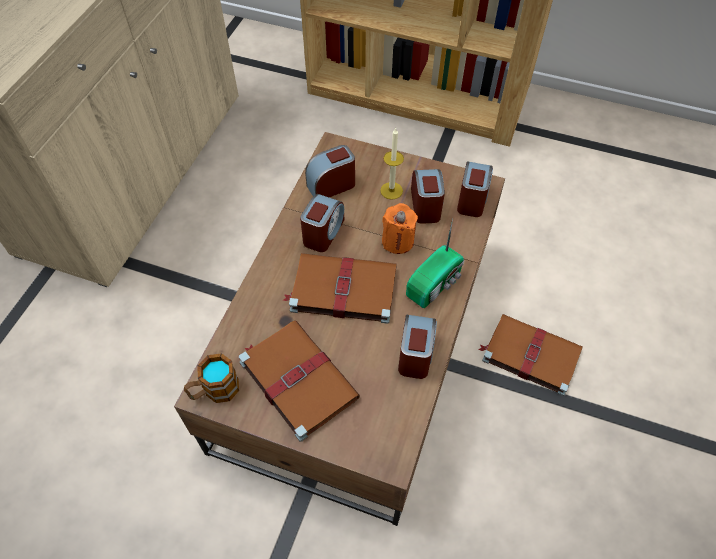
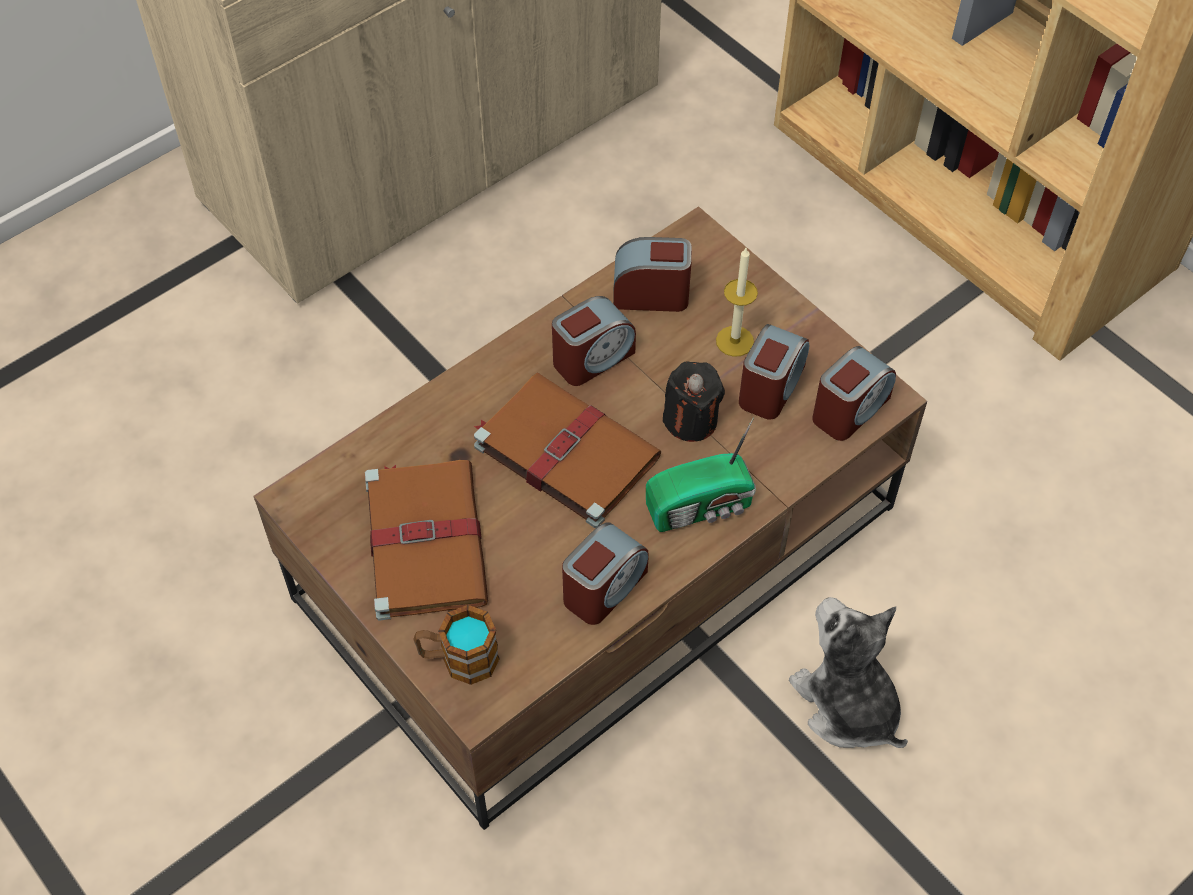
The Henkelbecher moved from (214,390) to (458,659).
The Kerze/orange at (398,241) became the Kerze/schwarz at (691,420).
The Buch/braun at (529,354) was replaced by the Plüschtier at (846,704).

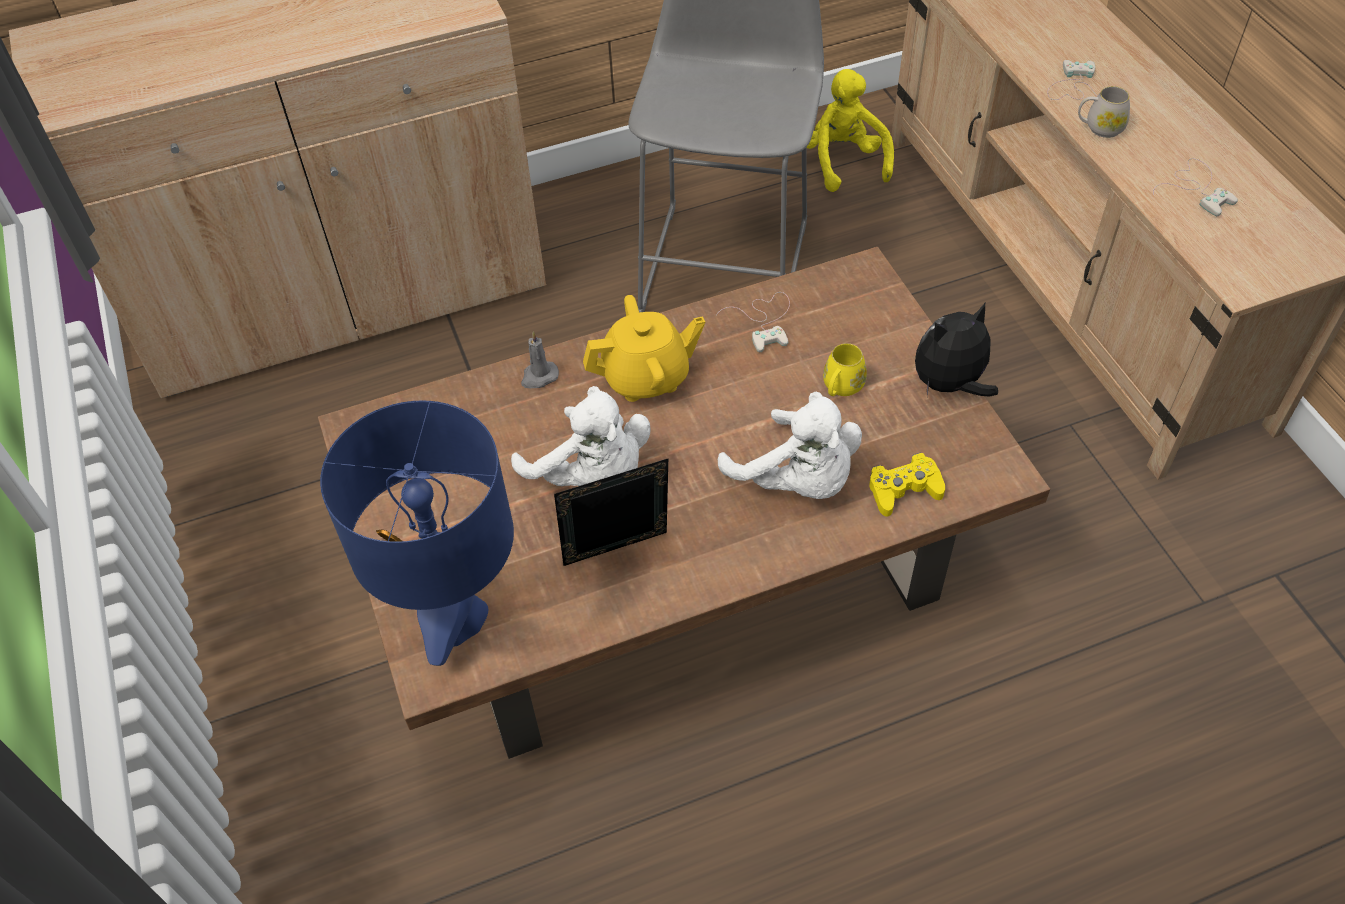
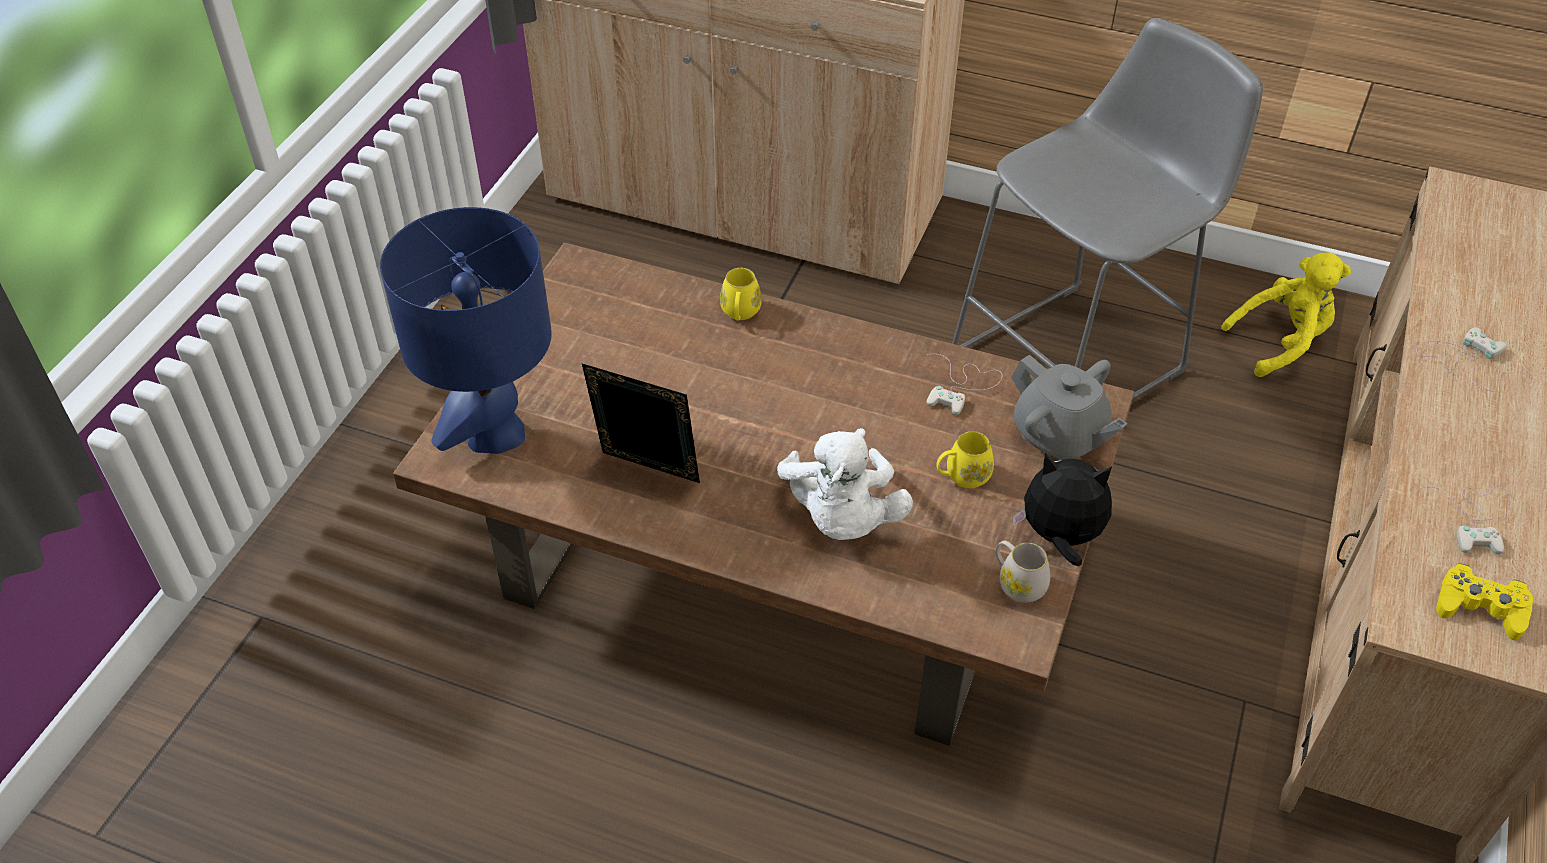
The Plüschtier/weiß at (592,475) disappeared.
The Kerze/grau at (539,377) was replaced by the Henkelbecher/gelb at (740,313).
The Teekanne/gelb at (646,377) disappeared.
The Plüschtier/gelb at (843,161) turned 45 degrees clockwise.
The Gamepad/gelb moved from (903,490) to (1479,607).
The Henkelbecher/weiß moved from (1099,128) to (1017,583).
The Teekanne/grau at (1059,436) appeared.

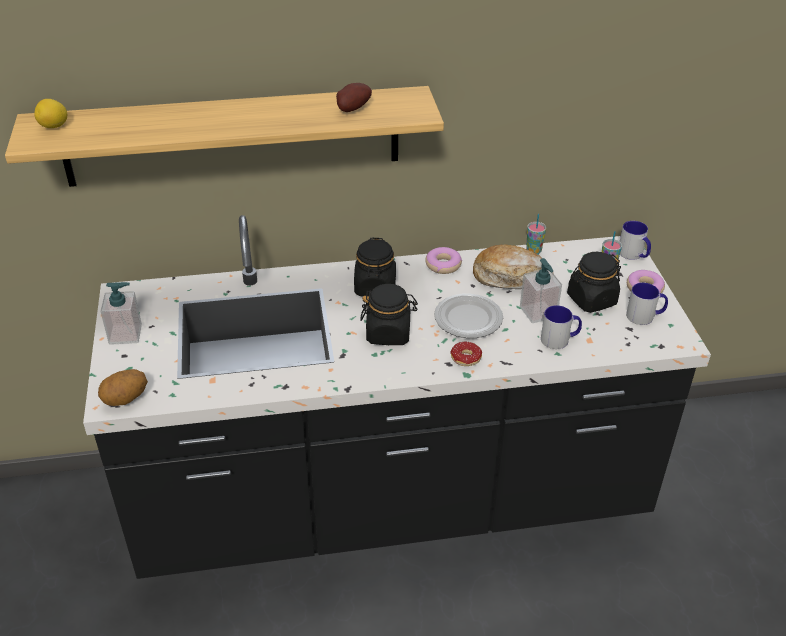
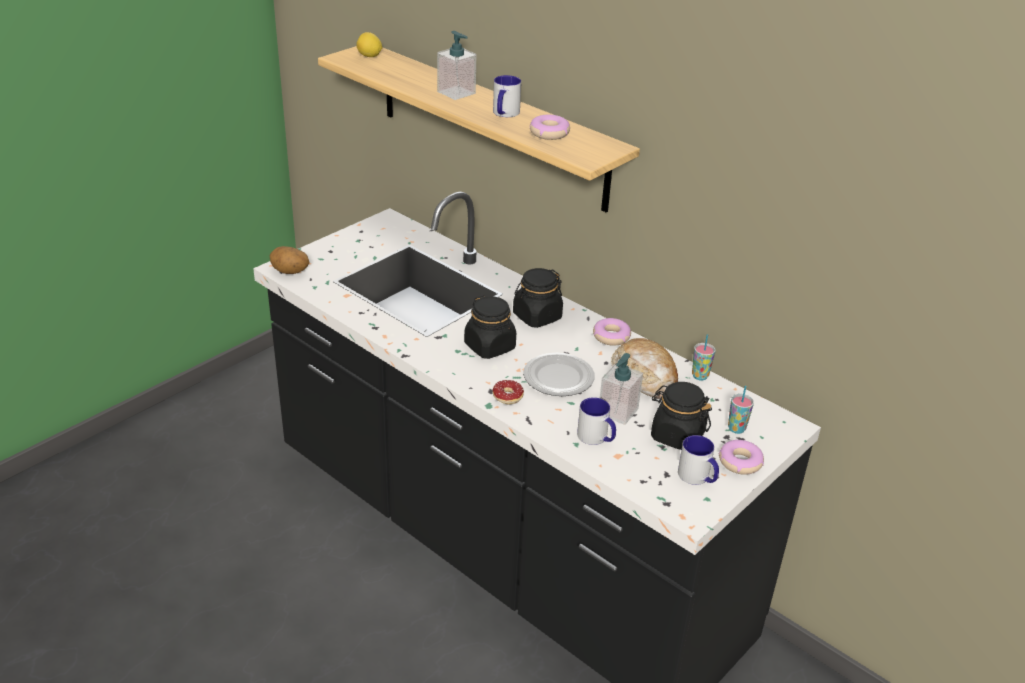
The Seifenspender moved from (125,334) to (456,92).
The Kartoffel at (352,109) was replaced by the Donut at (549,133).
The Henkelbecher moved from (634,255) to (504,114).

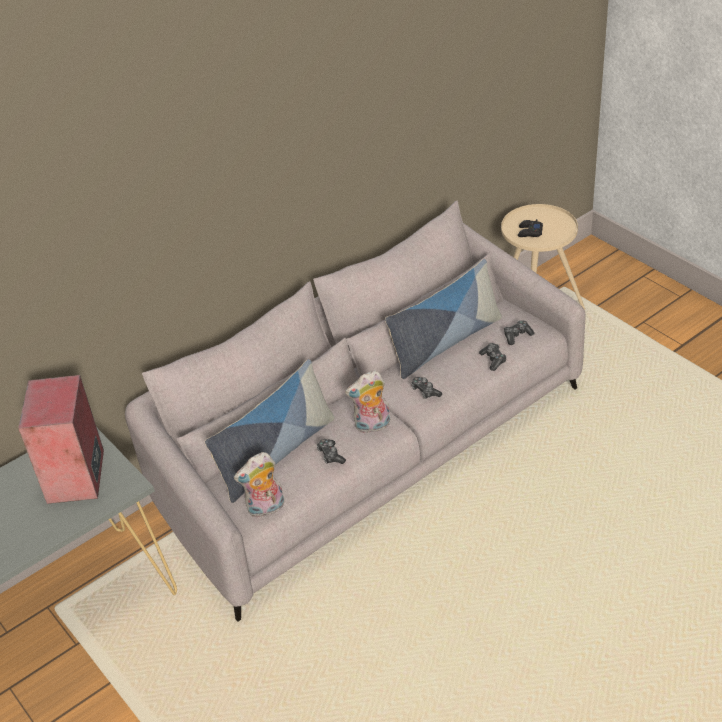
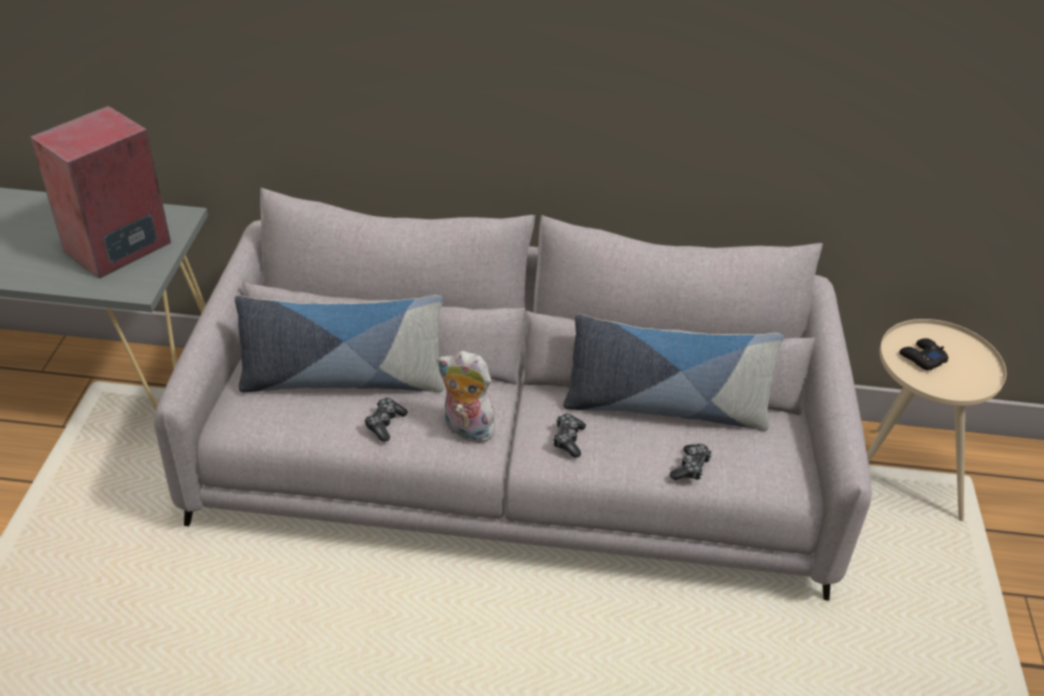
The Plüschtier at (265,509) disappeared.
The Gamepad at (517,336) disappeared.

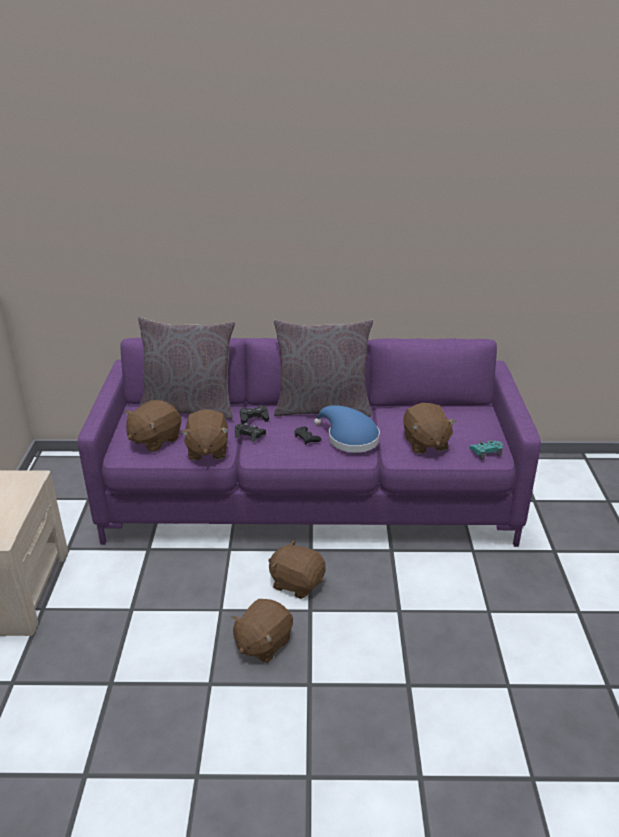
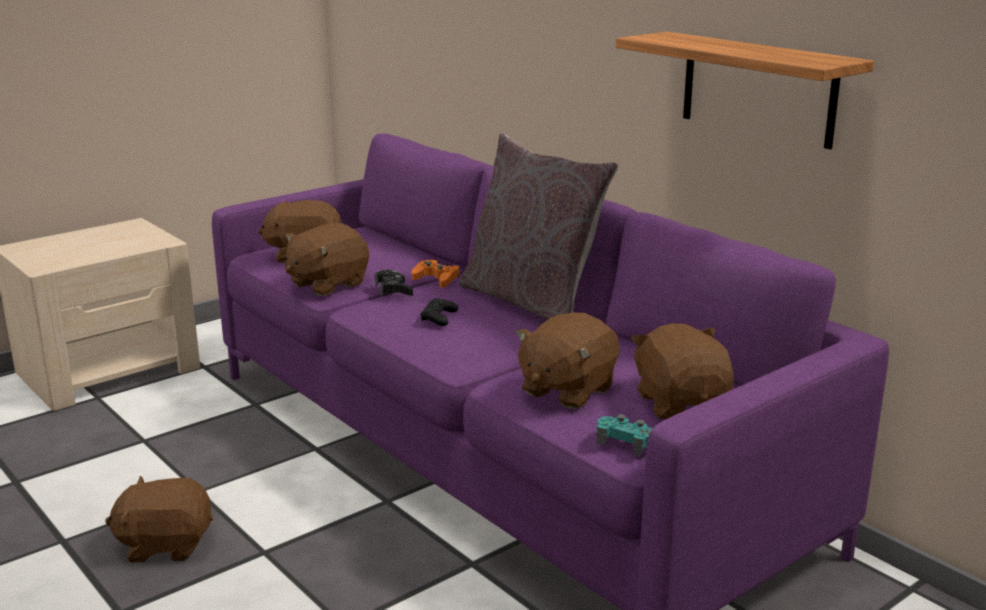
The Kissen/grau at (189,407) disappeared.
The Gamepad/schwarz at (254,418) became the Gamepad/orange at (436,279).
The Plüschtier/braun moved from (297,583) to (681,403).
The Hut/blau at (349,438) disappeared.
The Wandregal at (757,89) appeared.

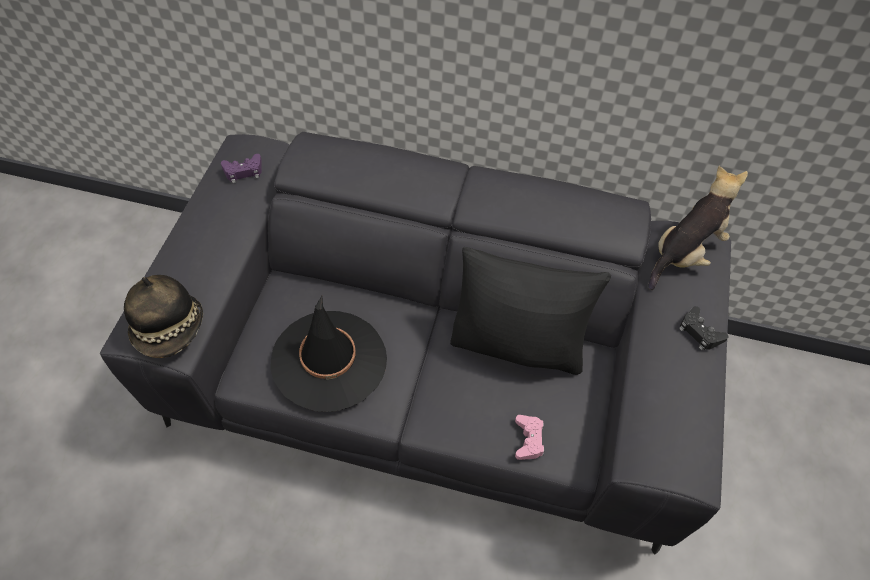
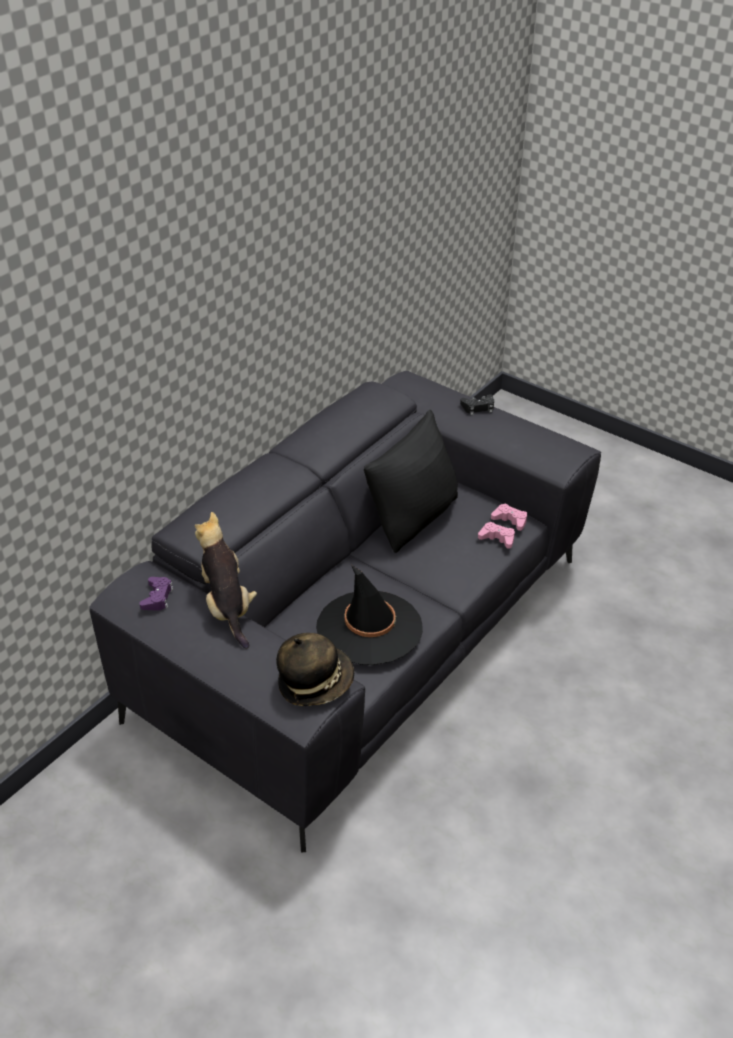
The Plüschtier moved from (685,253) to (227,606).
The Gamepad/rosa at (510,520) appeared.

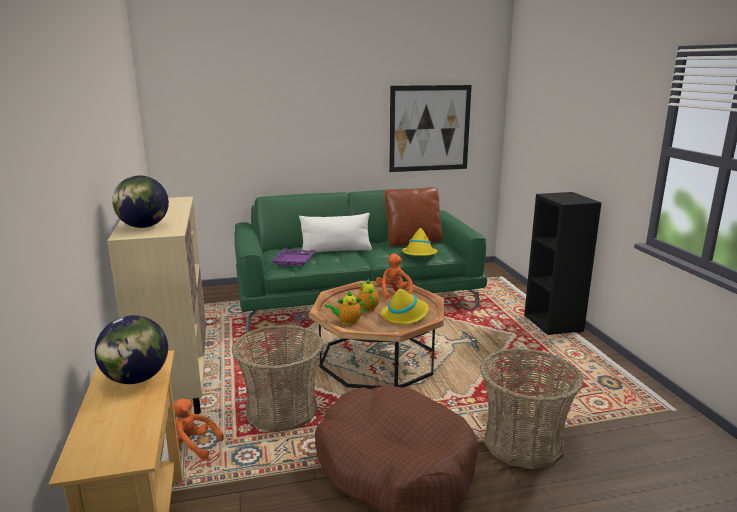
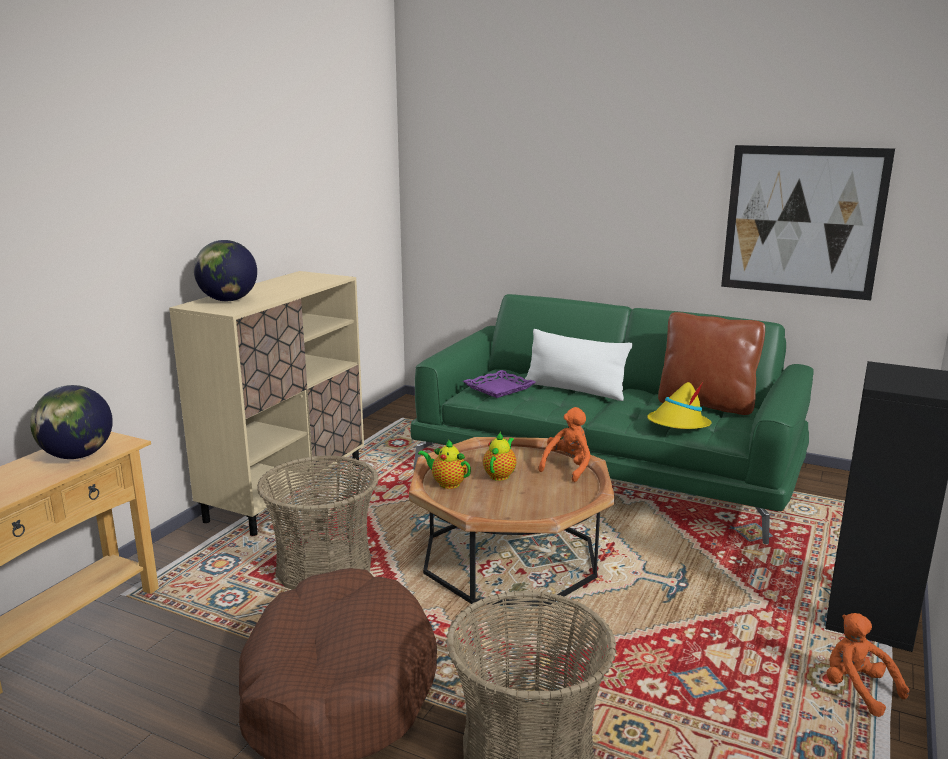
The Plüschtier/orange moved from (193,447) to (857,689).
The Hut/gelb at (405,315) disappeared.

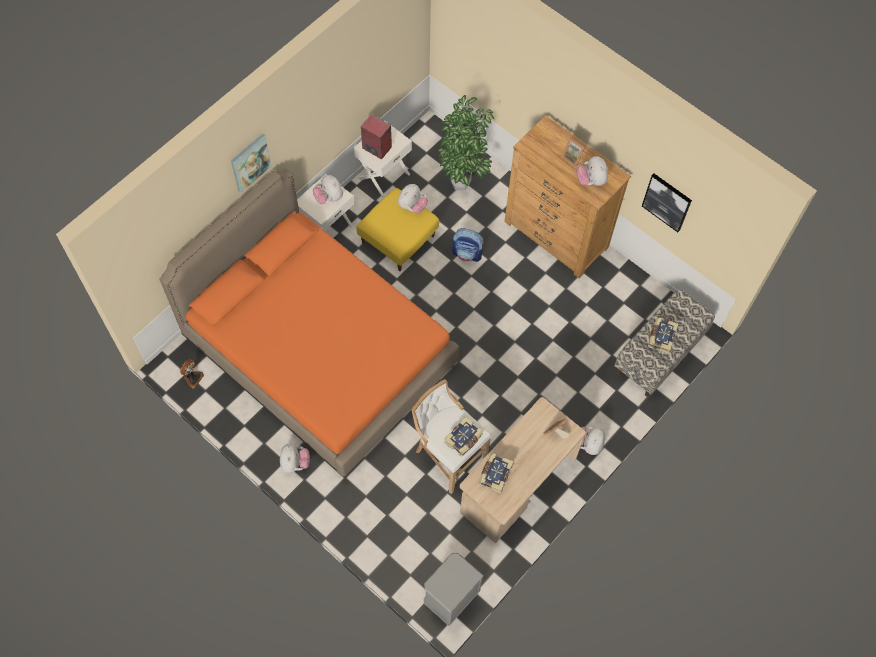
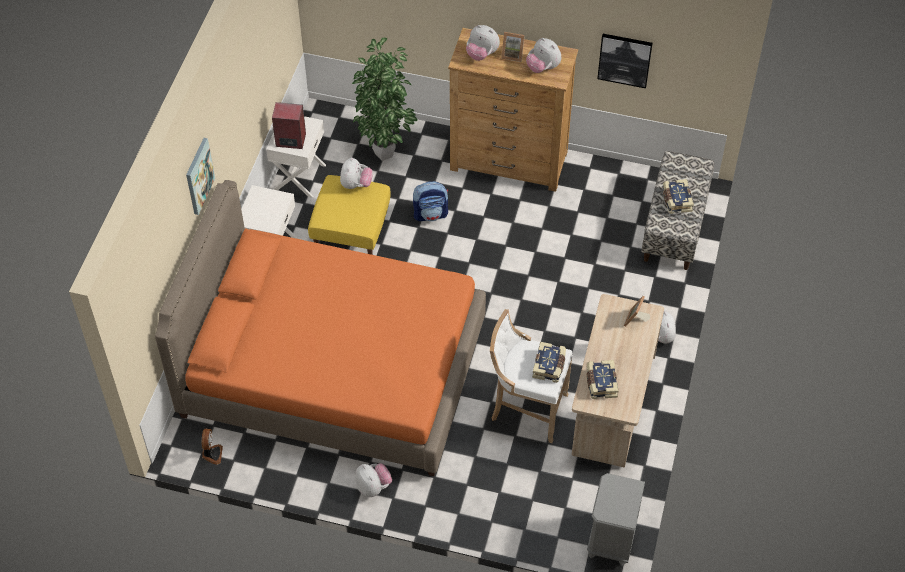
The Plüschtier moved from (329,197) to (482,54).

